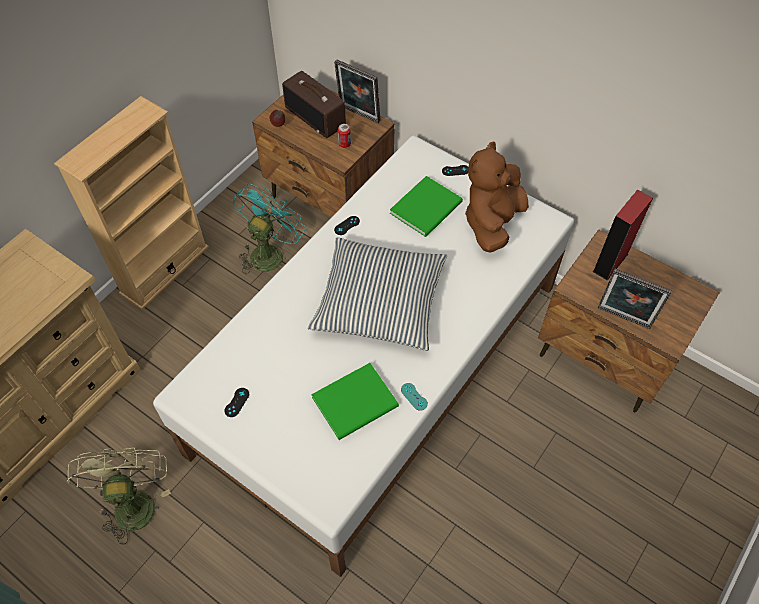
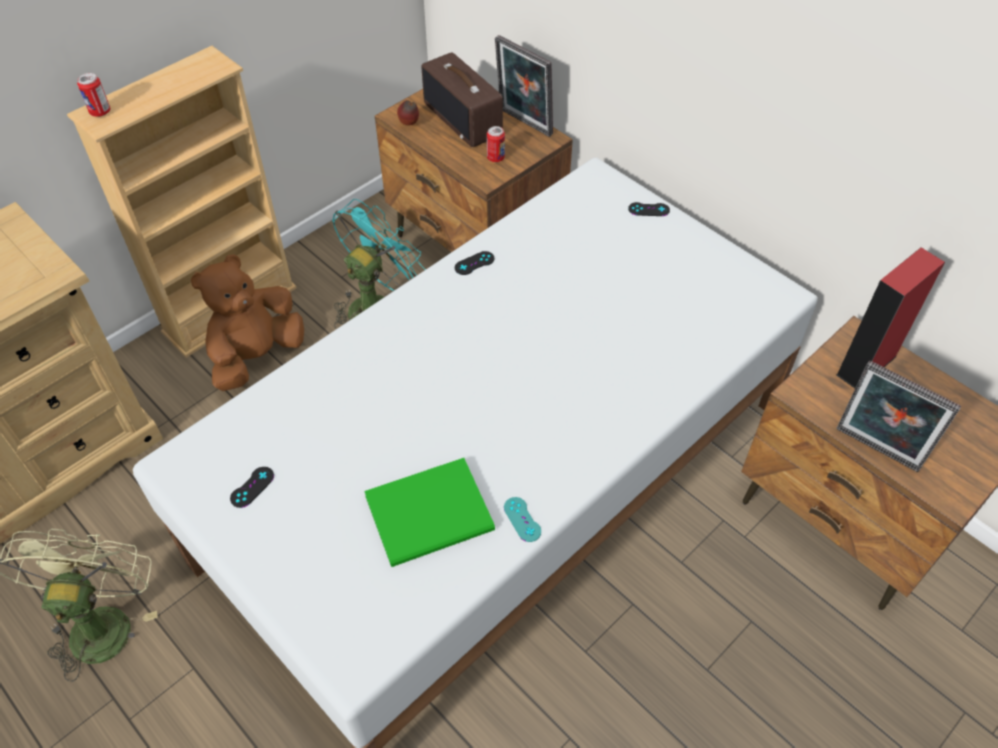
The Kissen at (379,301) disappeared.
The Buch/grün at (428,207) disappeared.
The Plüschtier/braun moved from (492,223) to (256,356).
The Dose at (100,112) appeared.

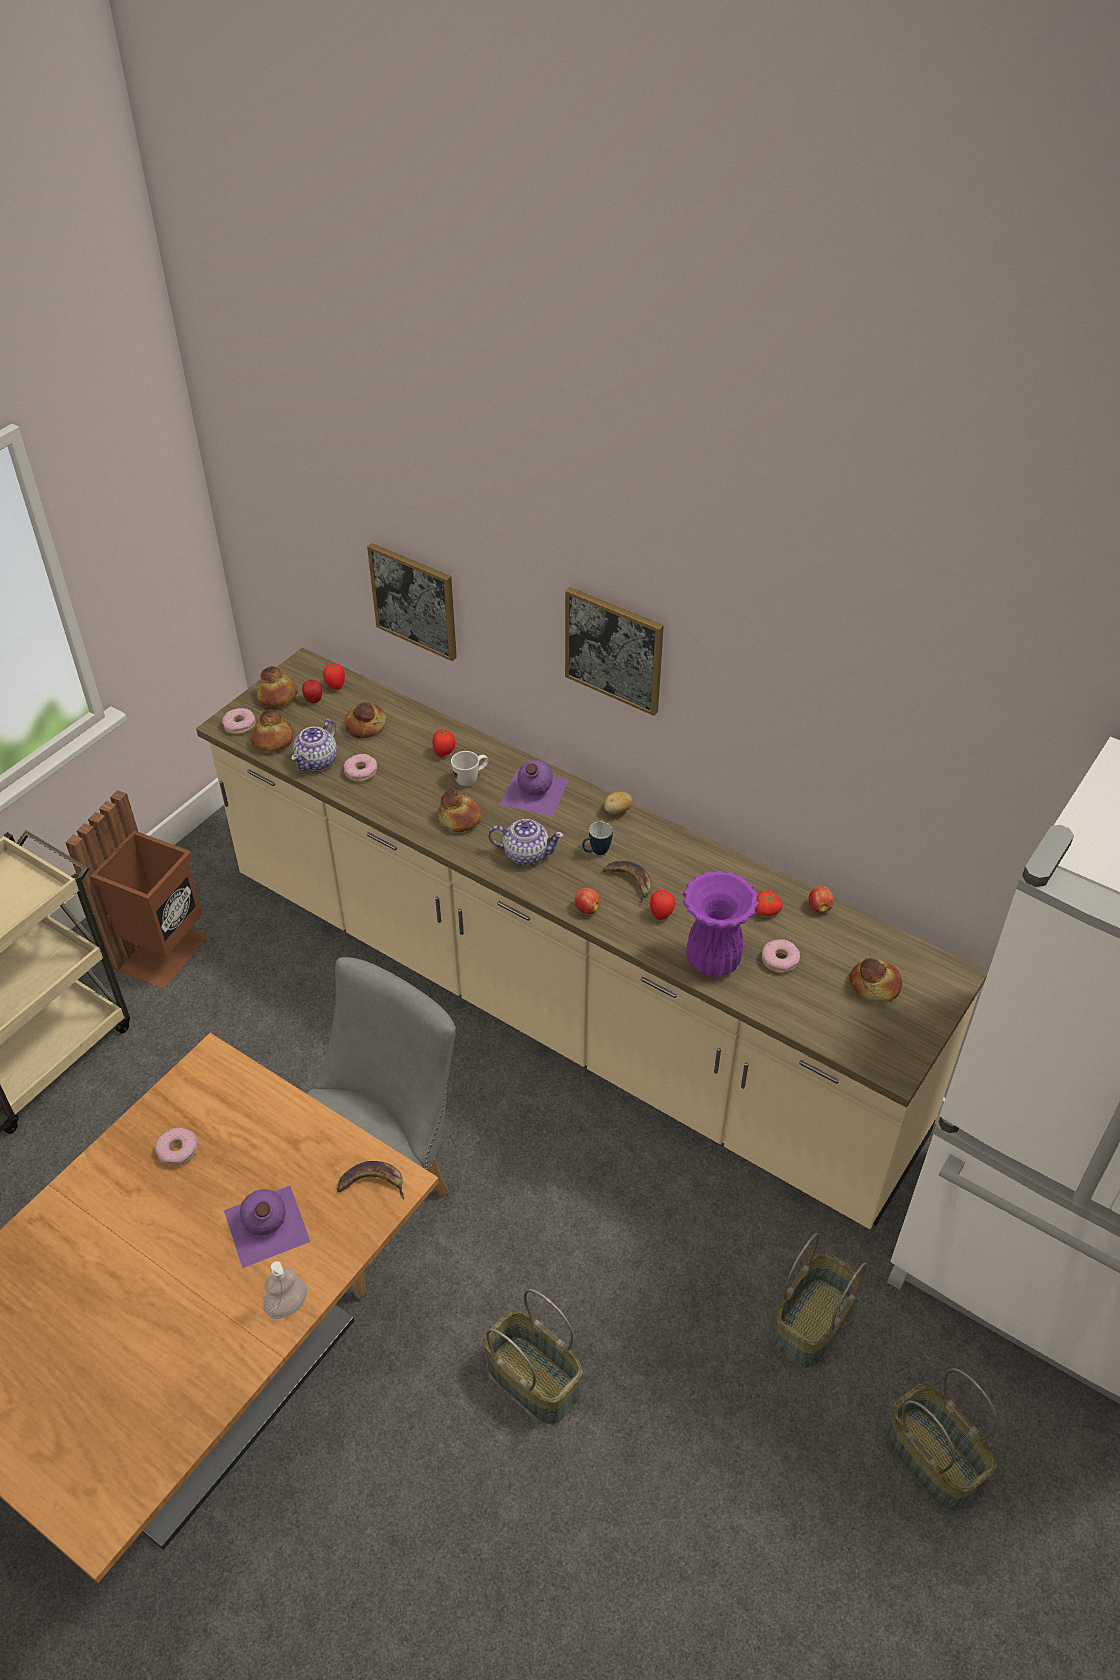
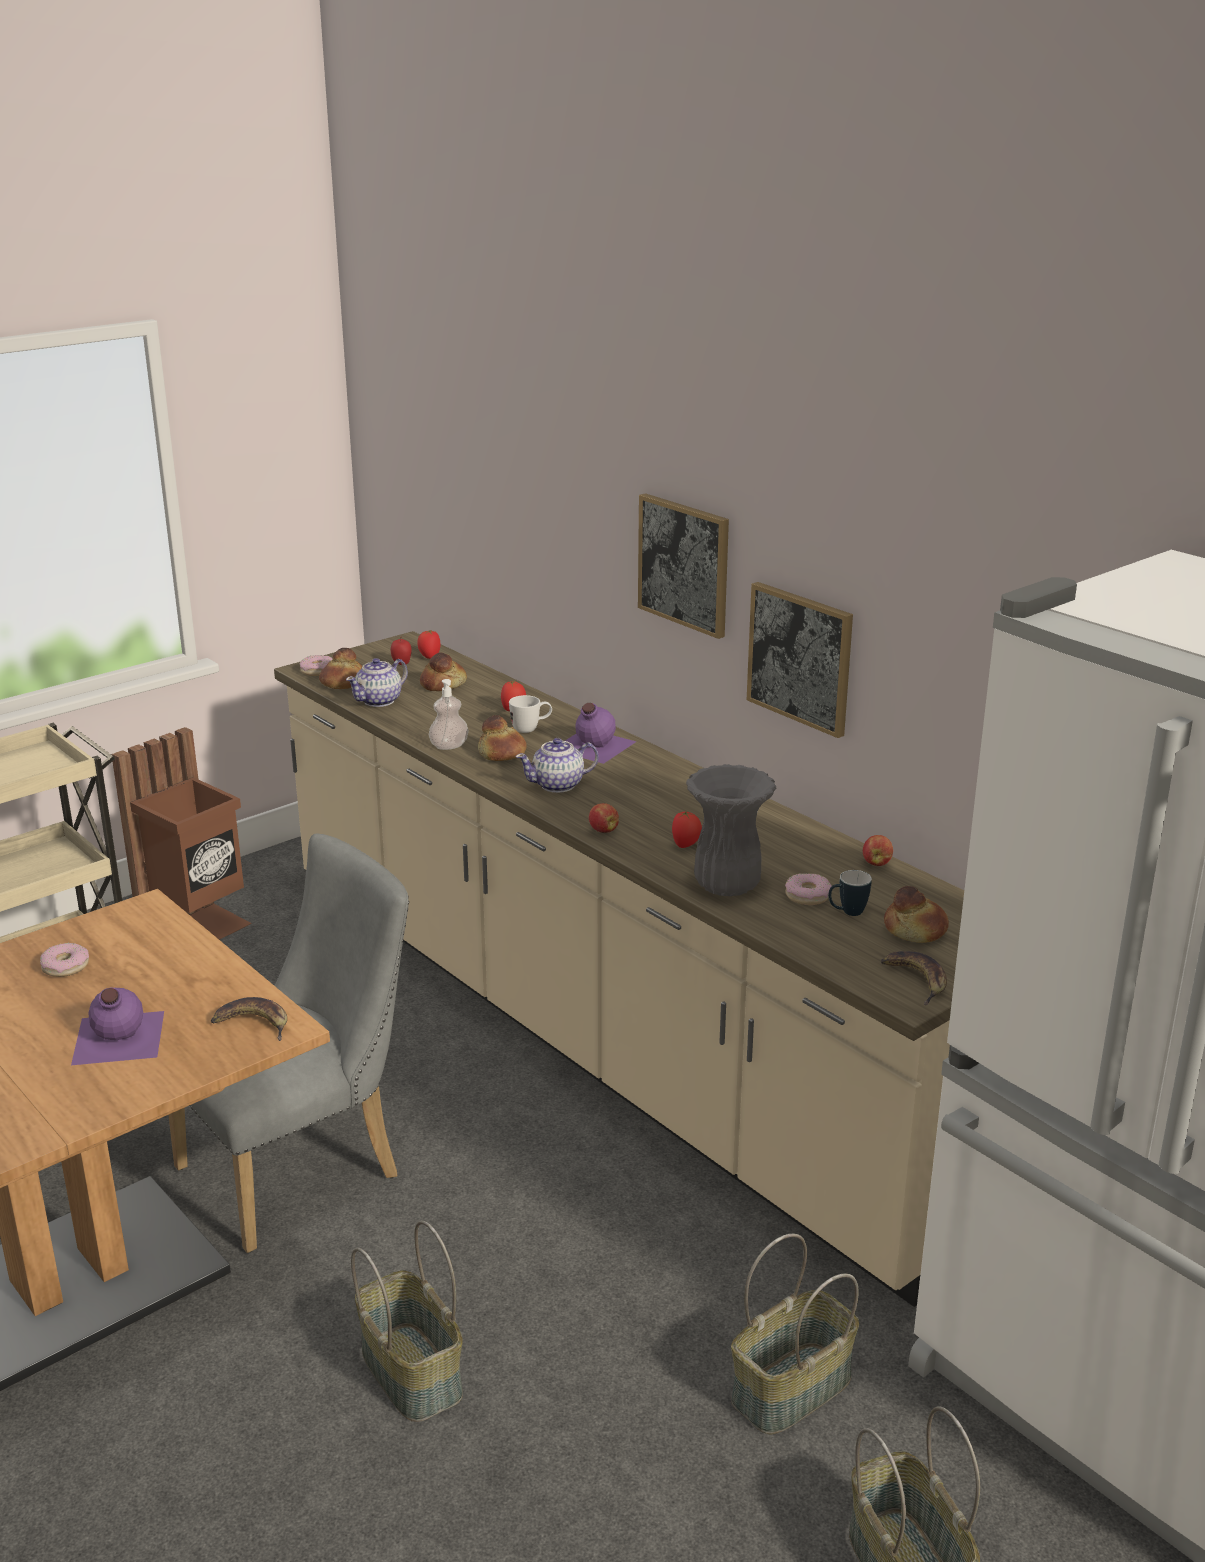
The Brot at (277,697) disappeared.
The Seifenspender moved from (287,1305) to (449,746).
The Donut at (360,772) disappeared.
The Bild moved from (414,600) to (800,657).
The Teekanne at (525,854) turned 135 degrees clockwise.
The Henkelbecher moved from (596,852) to (847,913).
The Banane moved from (630,882) to (916,980).
The Kartoffel at (617,811) disappeared.
The Vase/lila at (712,962) became the Vase/grau at (726,887).
The Tomate at (767,910) disappeared.

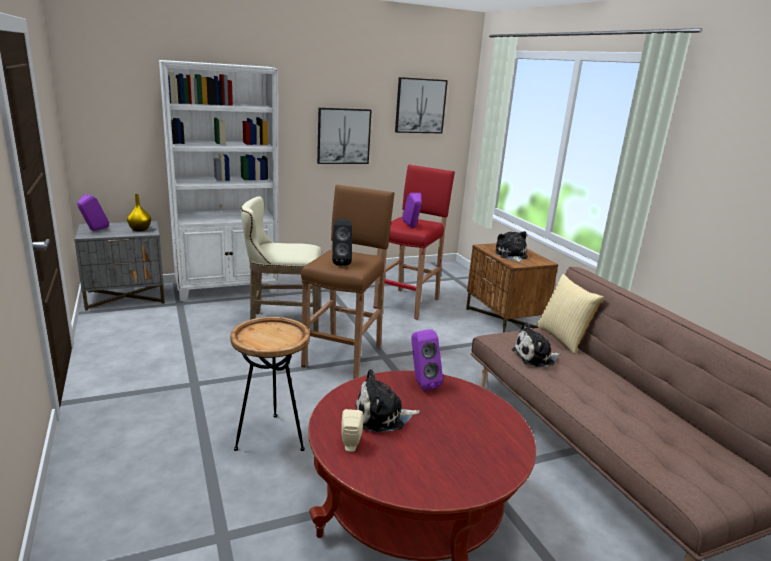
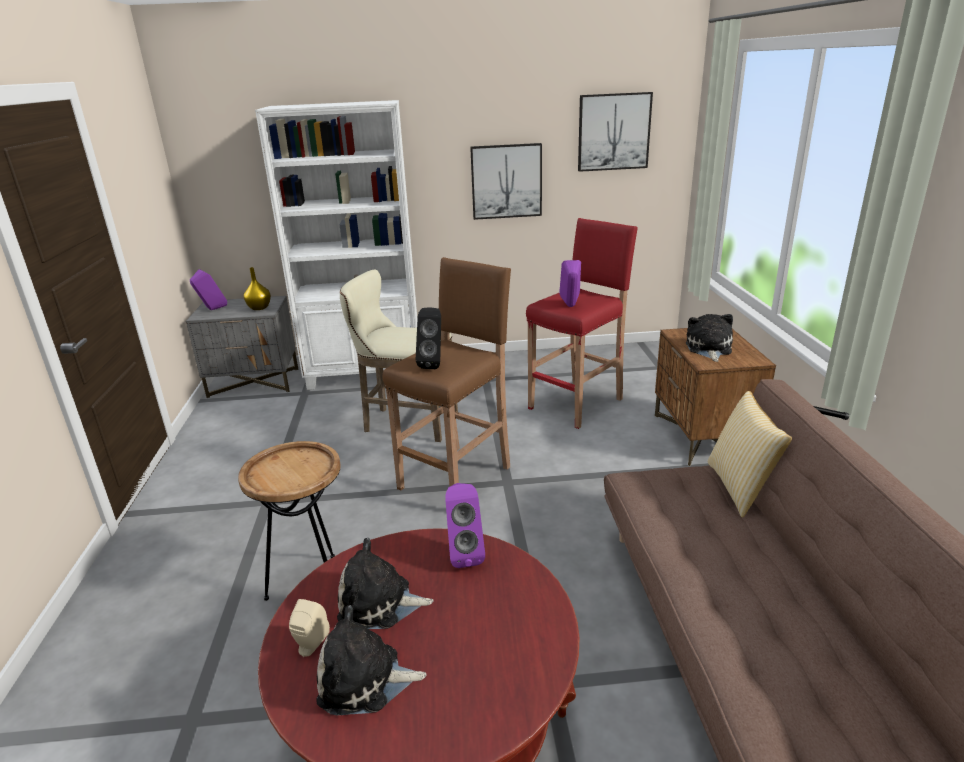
The Plüschtier moved from (535,357) to (365,680).

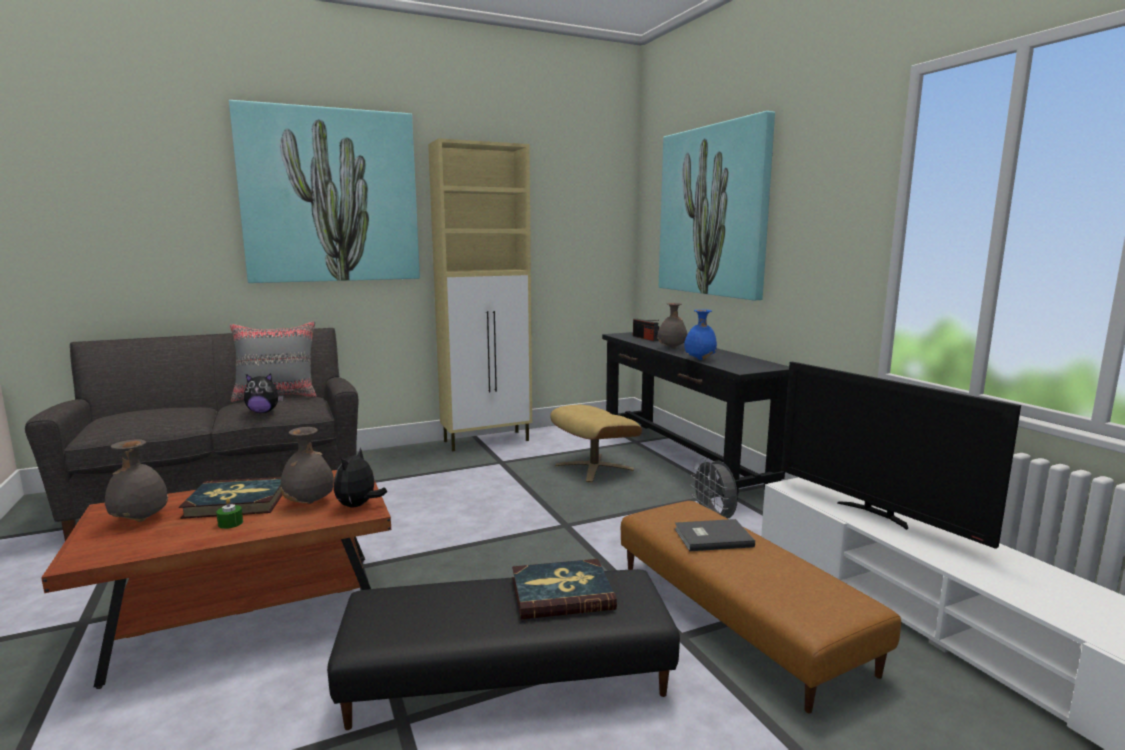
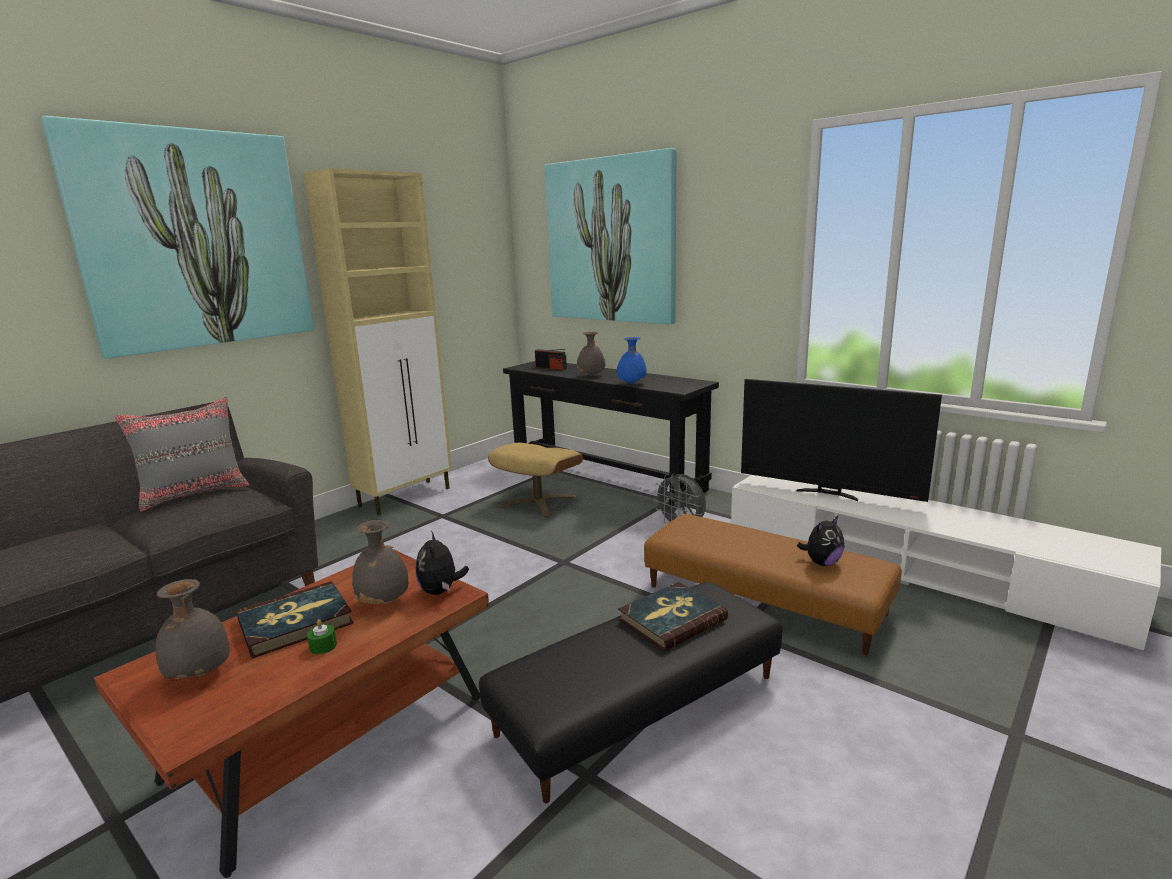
The Plüschtier moved from (263,412) to (821,562).
The Buch/grau at (711,537) disappeared.

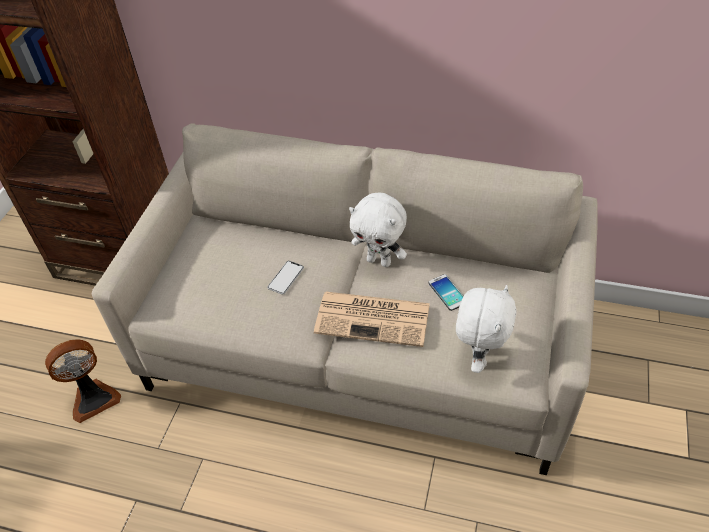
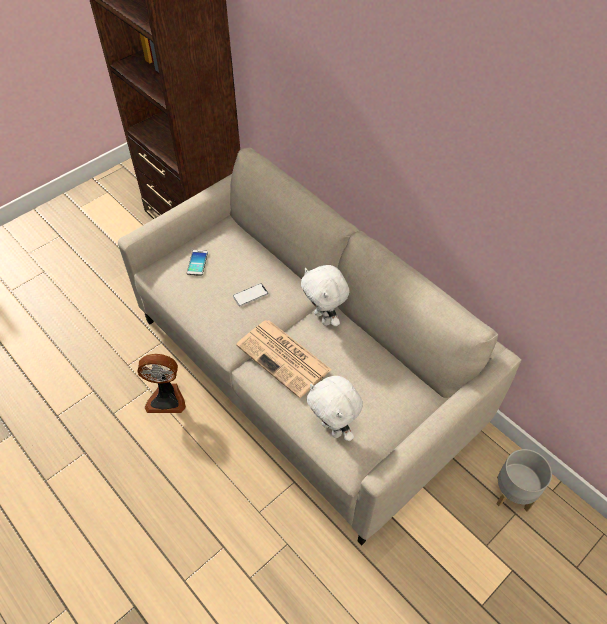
The Ventilator moved from (93,398) to (166,398).
The Handy moved from (447,292) to (197,263).
The Plüschtier/weiß at (479,357) turned 90 degrees clockwise.
The Pflanzkübel/grau at (512,494) appeared.

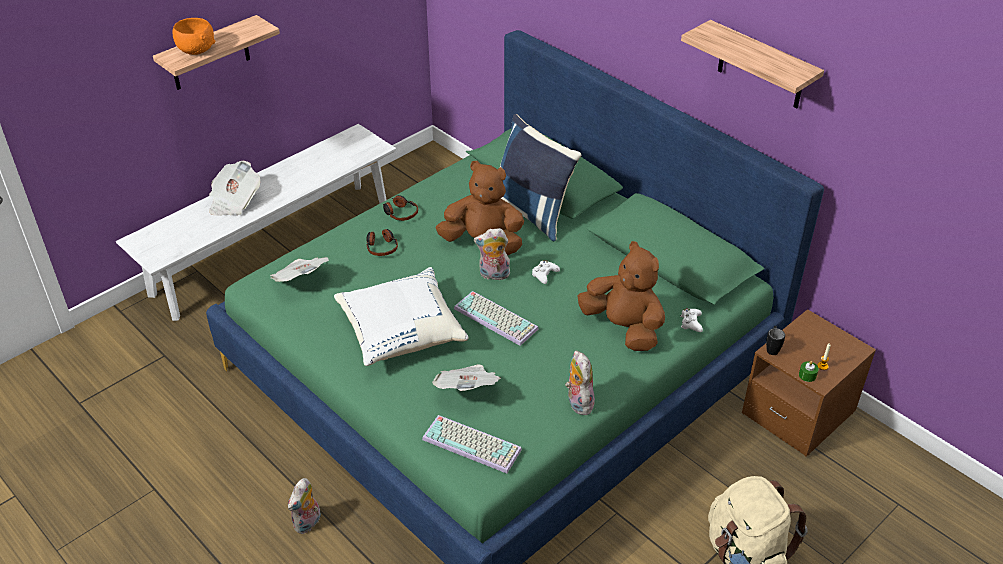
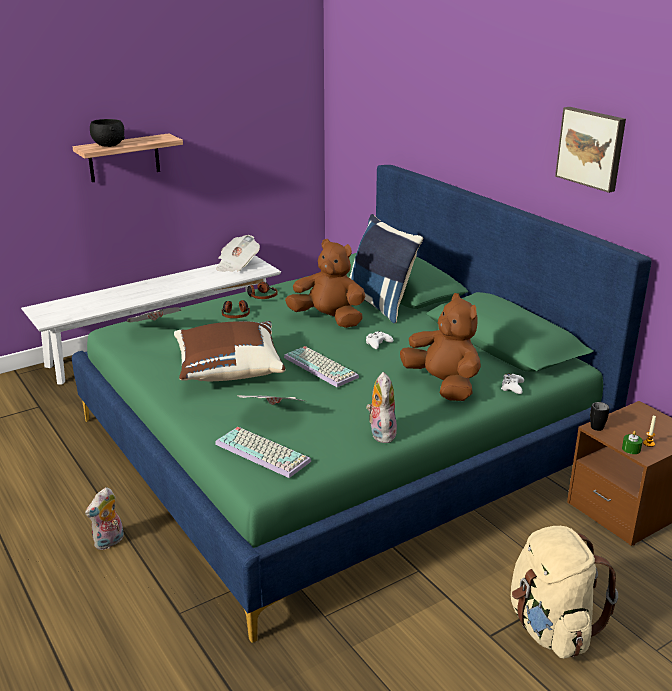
The Schüssel/orange at (196,50) became the Schüssel/schwarz at (108,145).
The Zeitung moved from (234,202) to (237,265).
The Kissen/weiß at (400,332) became the Kissen/braun at (228,369).
The Plüschtier at (493,275) disappeared.
The Wandregal at (761,66) was replaced by the Bild at (591,148).

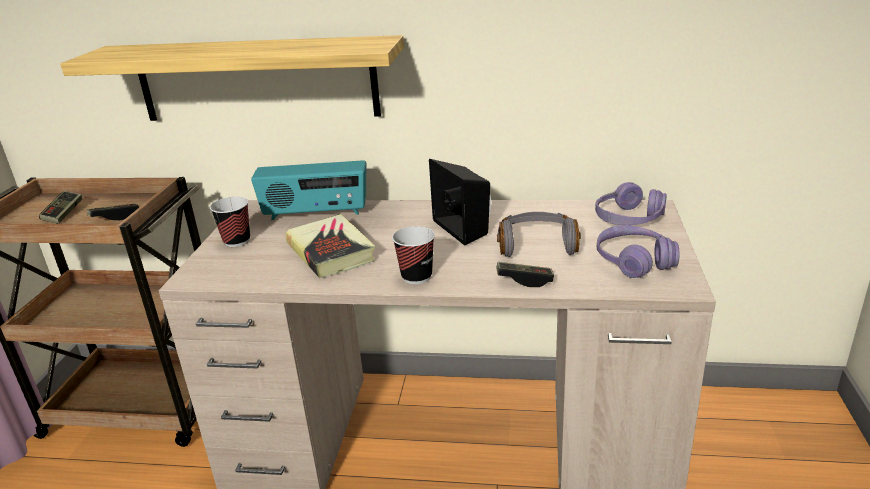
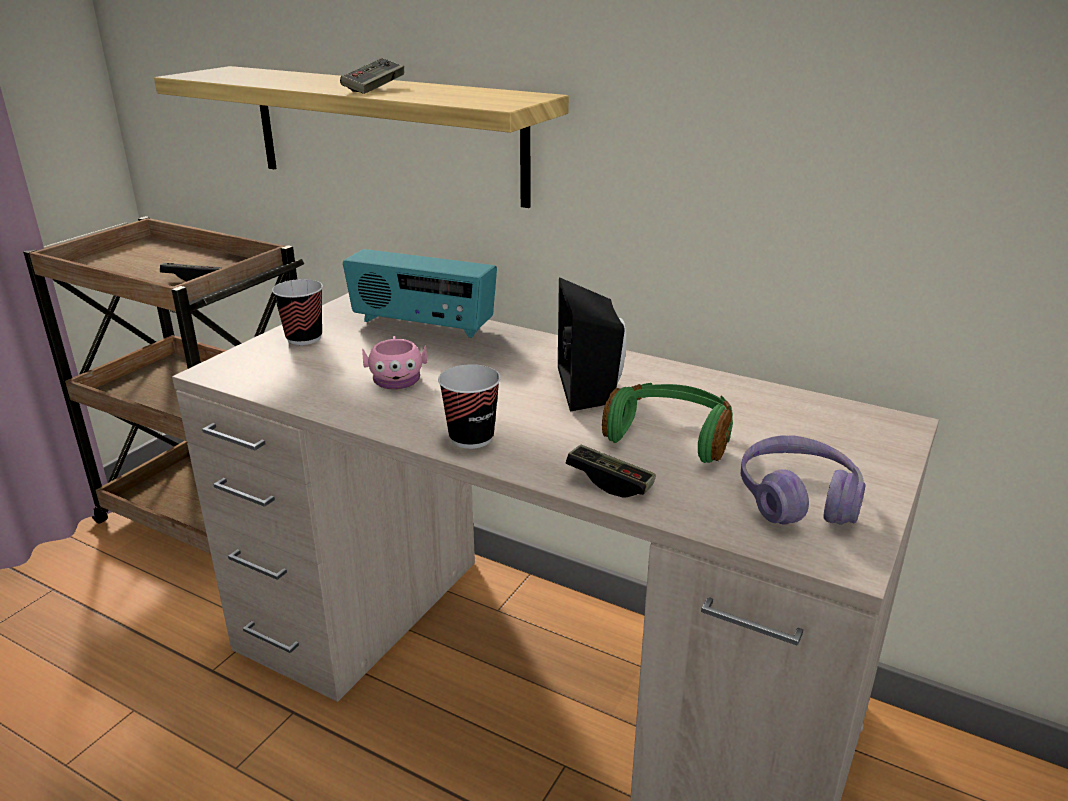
The Gamepad moved from (64,214) to (374,88).
The Buch at (331,252) was replaced by the Henkelbecher/rosa at (396,378).
The Kopfhörer/grau at (537,245) became the Kopfhörer/grün at (670,436).
The Kopfhörer/lila at (629,218) disappeared.

